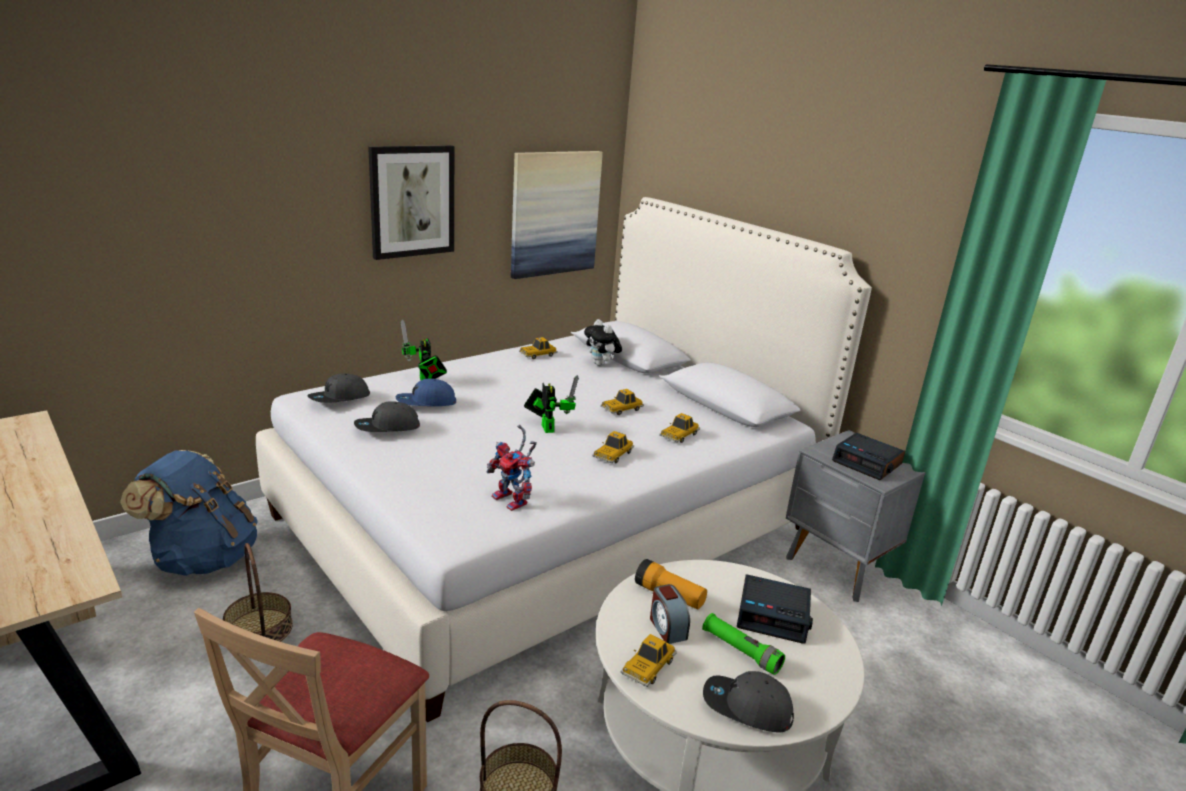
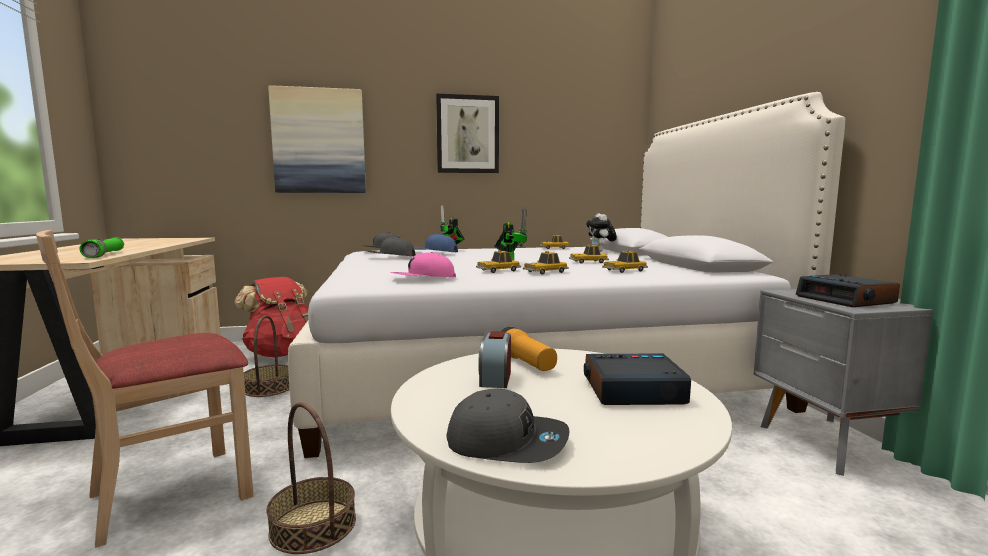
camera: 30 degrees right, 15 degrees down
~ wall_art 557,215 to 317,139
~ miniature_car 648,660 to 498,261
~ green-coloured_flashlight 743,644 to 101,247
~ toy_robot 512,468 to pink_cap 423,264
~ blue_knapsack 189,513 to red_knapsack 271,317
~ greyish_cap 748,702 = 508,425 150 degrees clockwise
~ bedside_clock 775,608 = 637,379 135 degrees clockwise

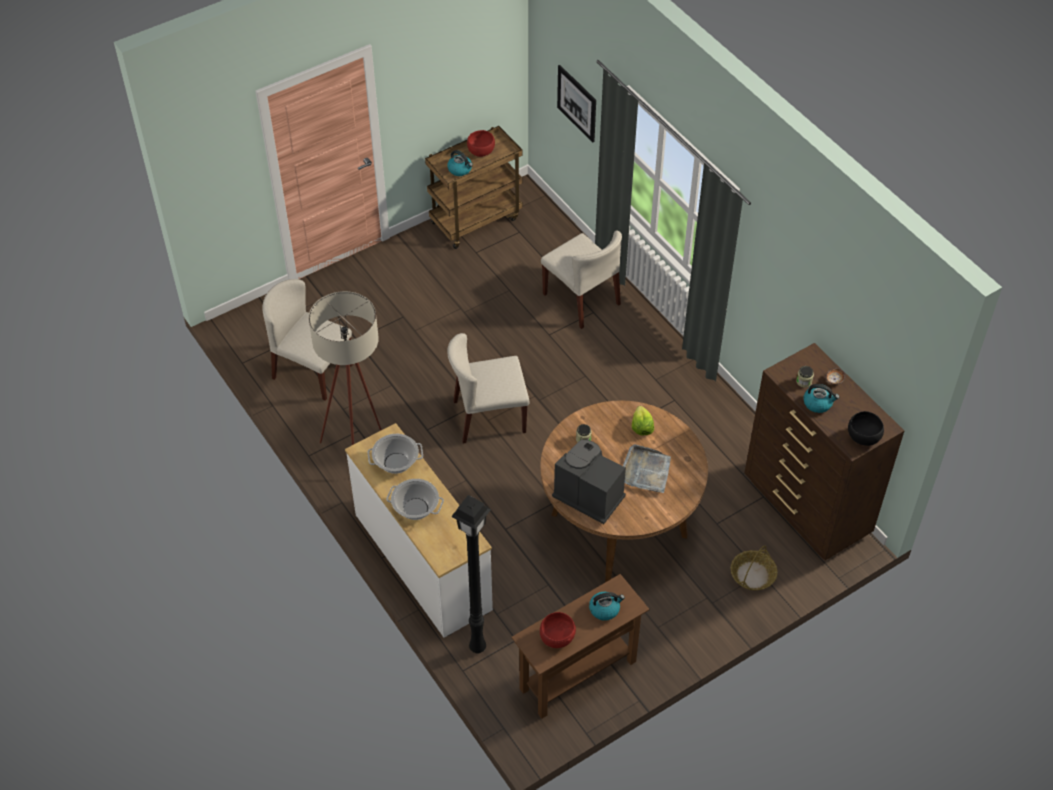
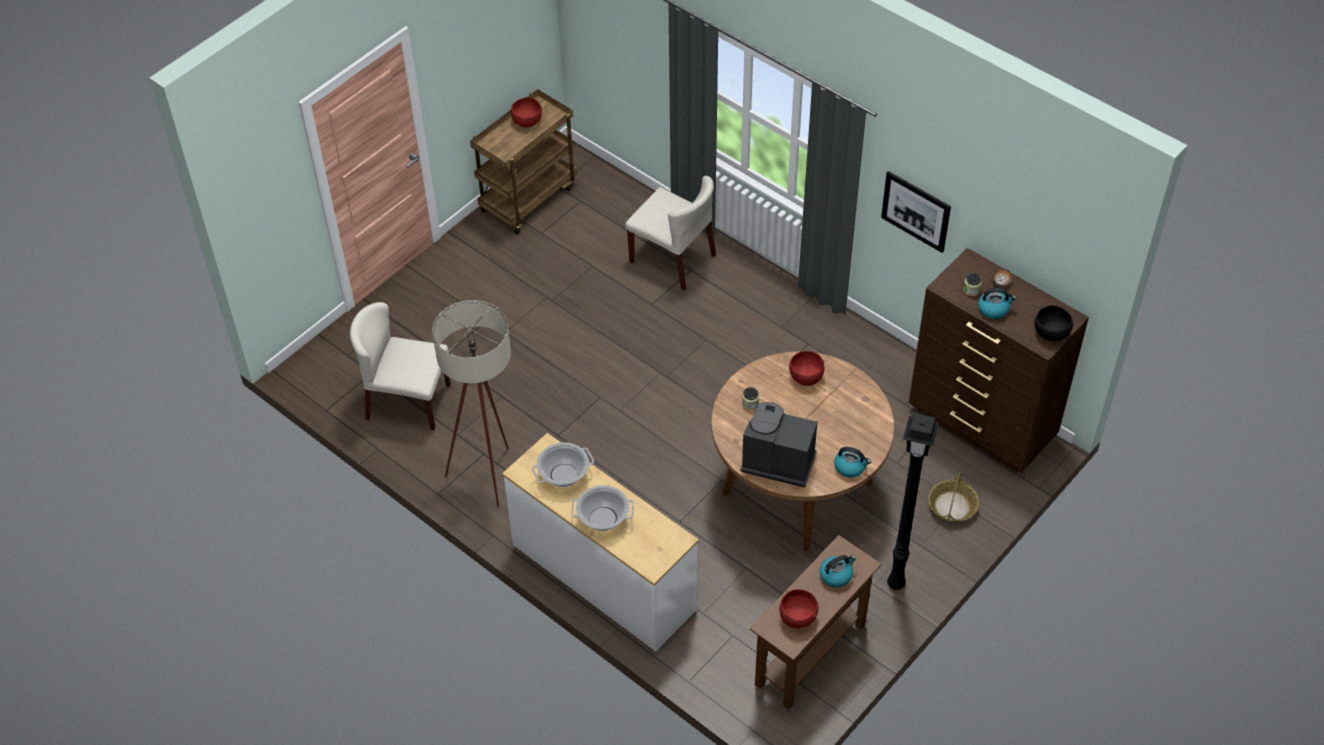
camera: 15 degrees left, 0 degrees up
- beige-coloured_upright_chair 488,388
- greyish_carrying_tray 647,468
~ kettle 460,163 to 853,462
~ blackish_floor_lamp 471,574 to 913,501
~ wall_art 576,103 to 916,212
~ lettuce_head 643,420 to red_deep_dish 807,368

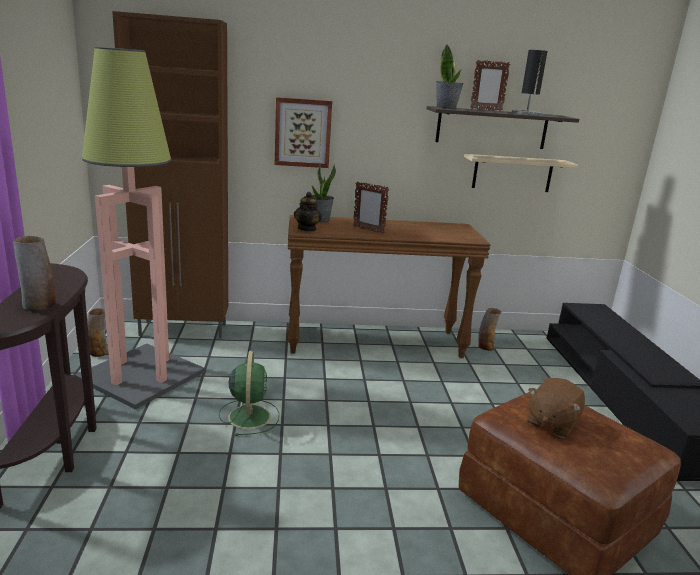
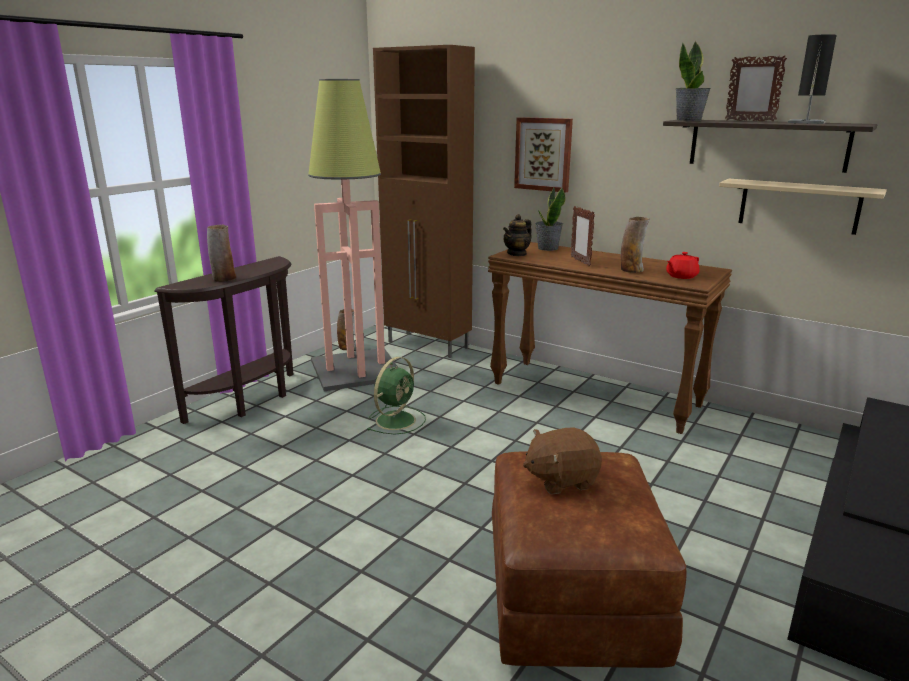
camera: 40 degrees right, 0 degrees up
+ red_pot_for_tea 683,265
~ vase 489,329 to 635,245

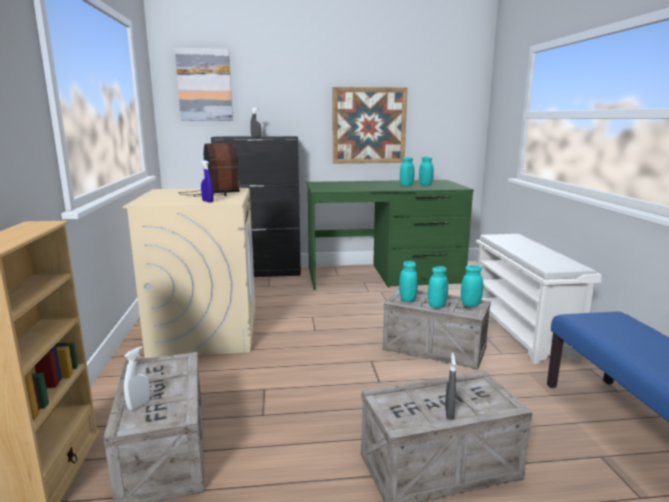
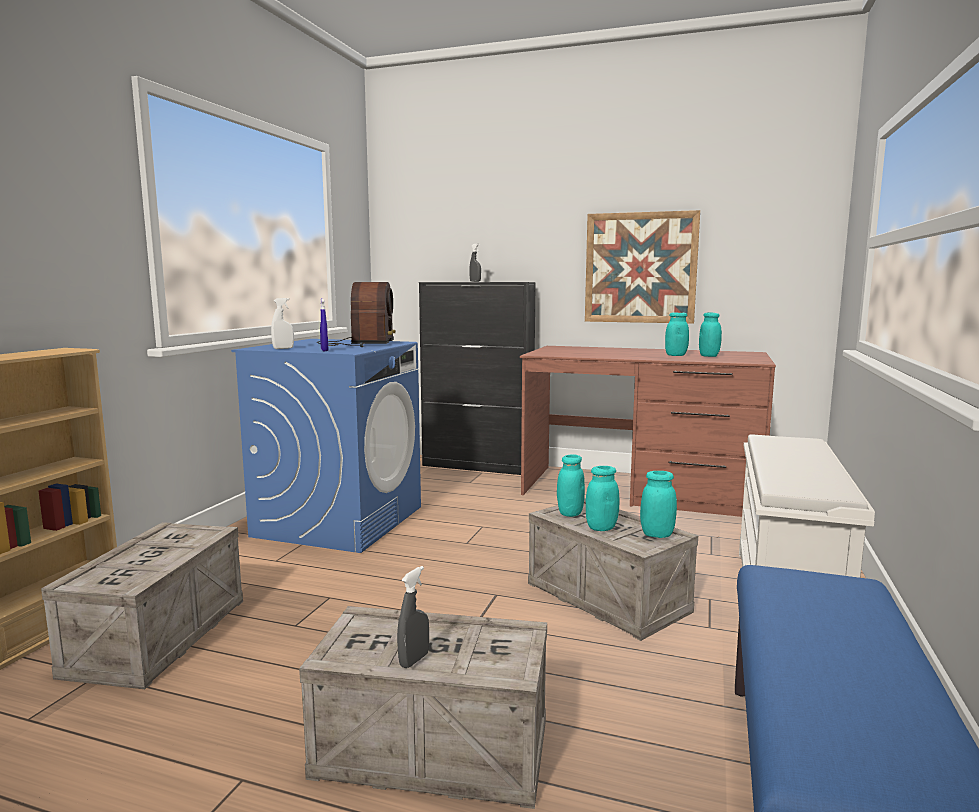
camera: 25 degrees right, 5 degrees down
- wall_art 204,84
~ white_hand_sprayer 137,378 to 282,323
~ beige-coloured_washing_machine 189,273 to blue_washing_machine 326,446
~ green-coloured_desk_unit 390,235 to brown_desk_unit 648,431

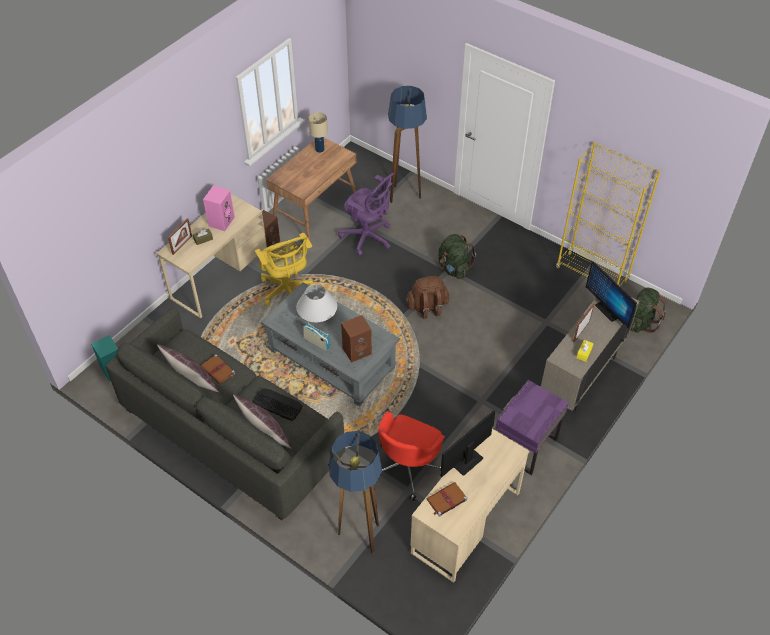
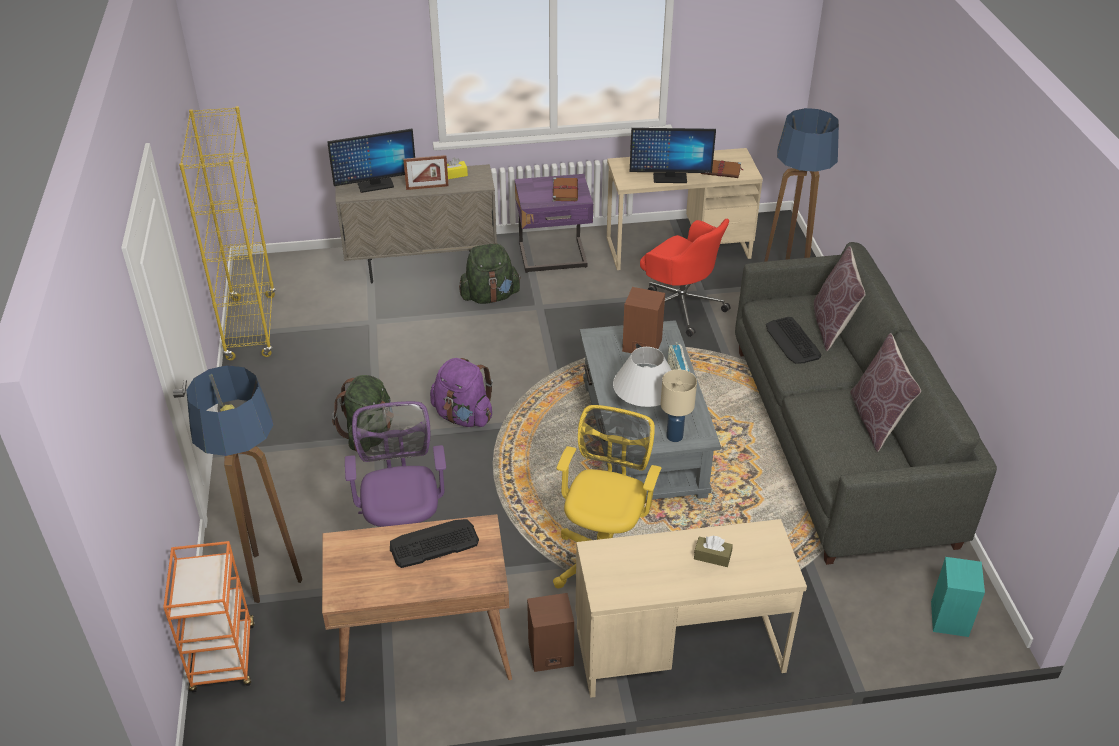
camera: 135 degrees left, 10 degrees down
- standing_frame 180,236
- pink_speaker 219,208
+ orangey_wheeled_cart 209,617
+ computer_keyboard 434,543
~ brown_bound_book 218,369 to 565,189
~ beige-coloured_lamp_for_a_table 318,132 to 679,405
~ green-coloured_knapsack 648,310 to 490,273
~ brown_knapsack 427,297 to purple-coloured_knapsack 461,392
~ red_desk_chair 411,456 = 685,278 60 degrees clockwise
~ computer_screen 611,294 = 371,161 60 degrees clockwise

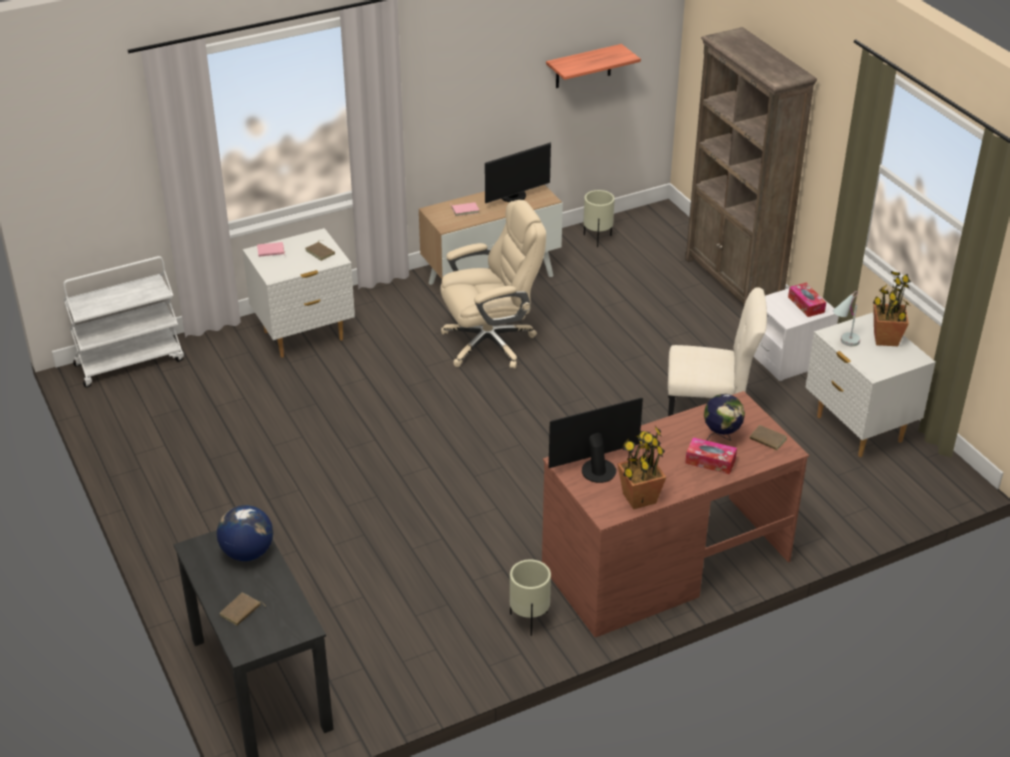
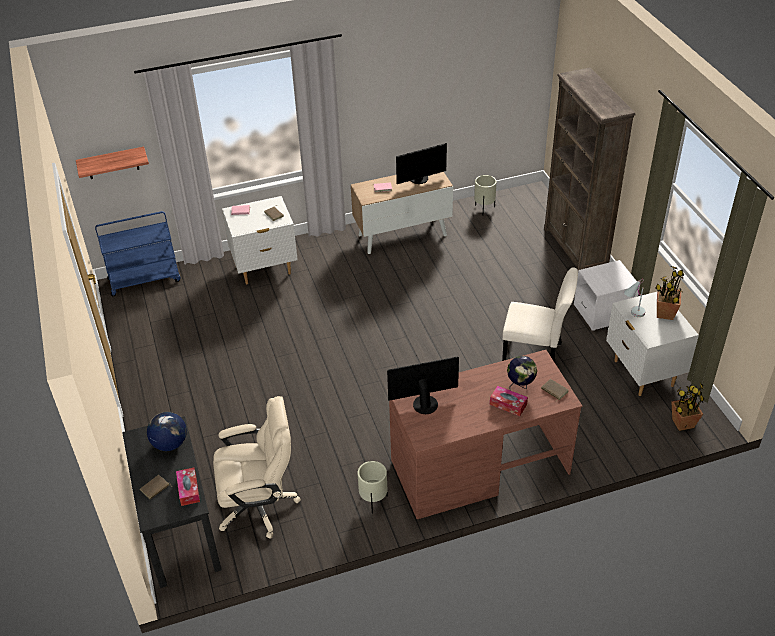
camera: 10 degrees right, 5 degrees up
~ beige-coloured_desk_chair 493,284 to 257,467
~ bracket_shelf 593,66 to 112,163
~ houseplant 641,467 to 688,407
~ tissue_holder 807,300 to 188,487
~ white_wheeled_cart 123,321 to blue_wheeled_cart 138,253

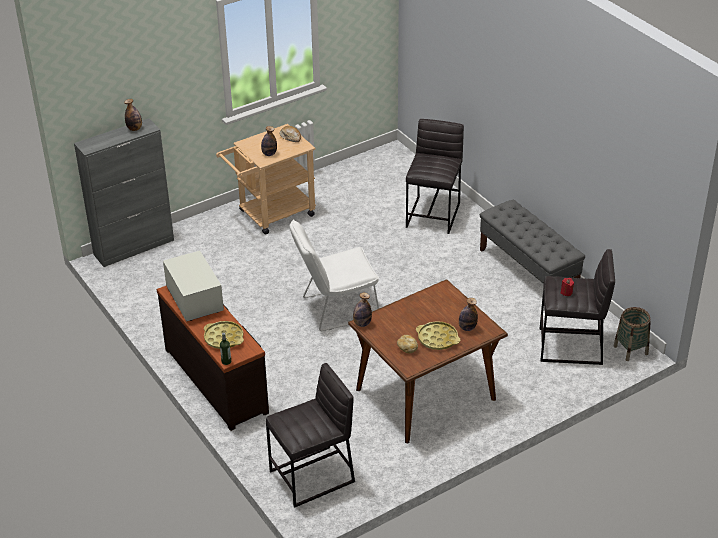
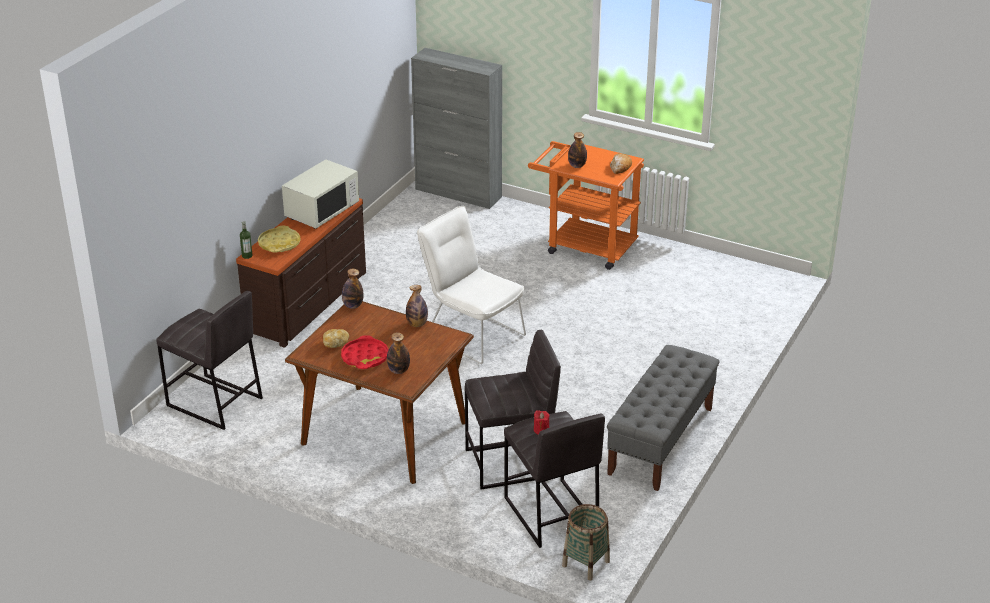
camera: 60 degrees right, 5 degrees down
~ beverage_bottle 133,115 to 417,306
~ greyish_sitting_stool 435,176 to 513,410
~ beige-coloured_wheeled_cart 266,179 to orangey_wheeled_cart 586,205
~ yellow-coloured_carrying_tray 438,335 to red_carrying_tray 365,352

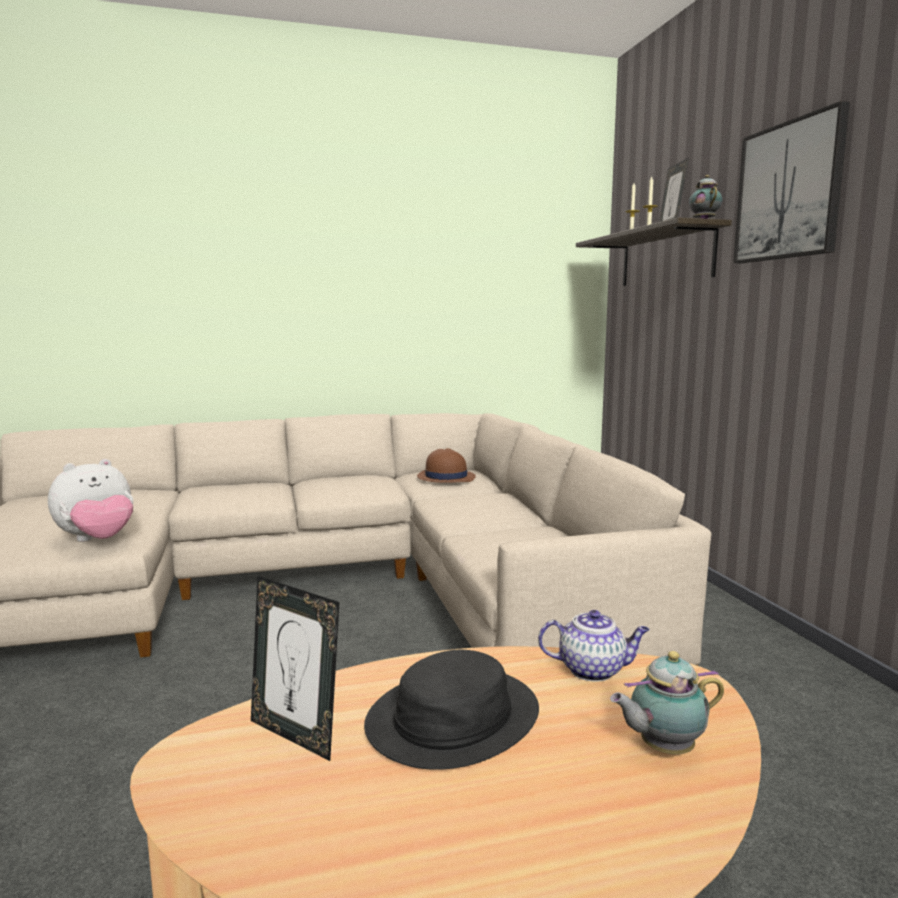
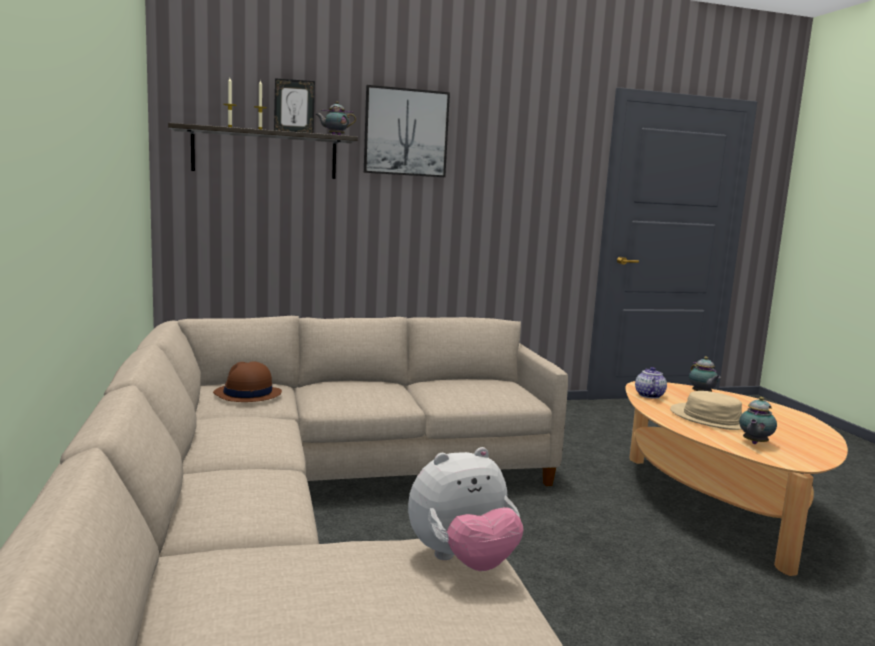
camera: 90 degrees left, 0 degrees up
~ standing_frame 295,668 to pot_for_tea 758,420
~ blackish_clothing_hat 451,710 to beige-coloured_clothing_hat 706,410
~ cuddly_toy 90,500 = 465,509 105 degrees clockwise

